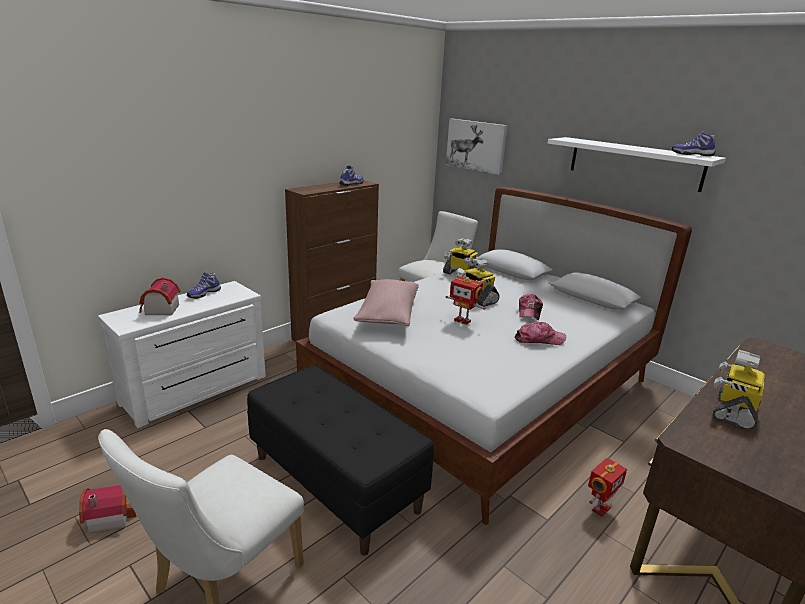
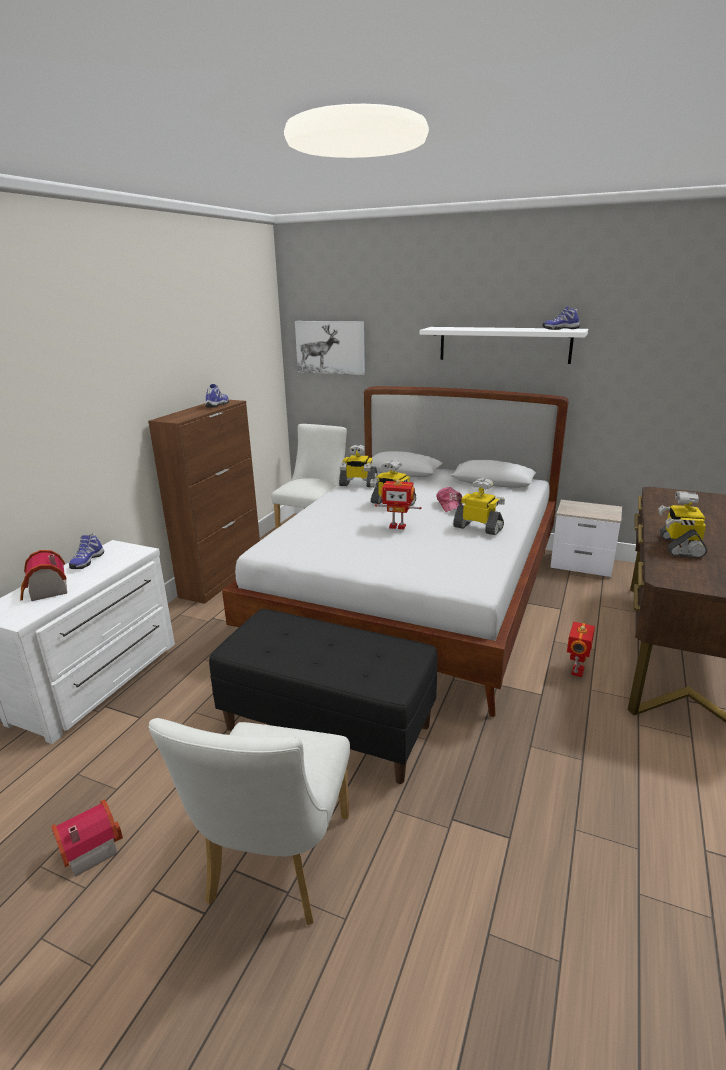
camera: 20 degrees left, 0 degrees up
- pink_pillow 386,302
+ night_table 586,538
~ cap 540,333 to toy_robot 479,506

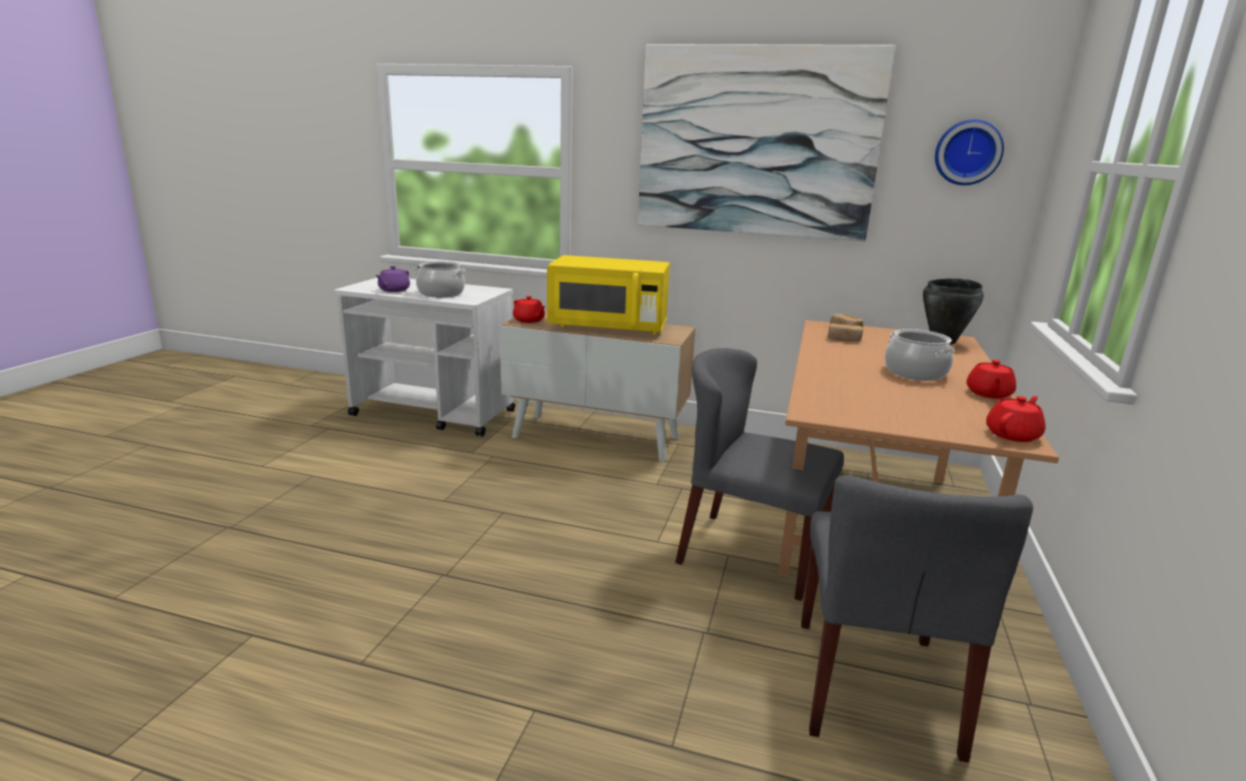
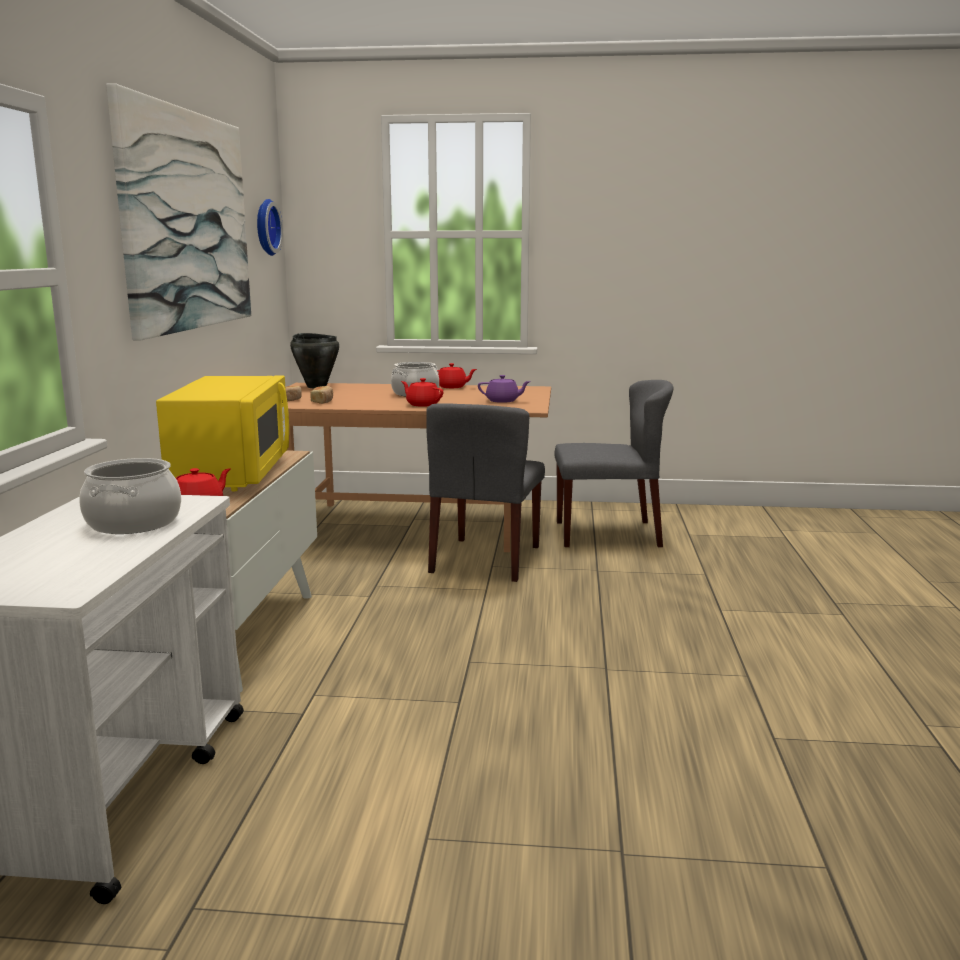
camera: 100 degrees left, 5 degrees down
~ purple-coloured_pot_for_tea 392,279 to 504,389
~ red_pot_for_tea 1016,419 to 422,392

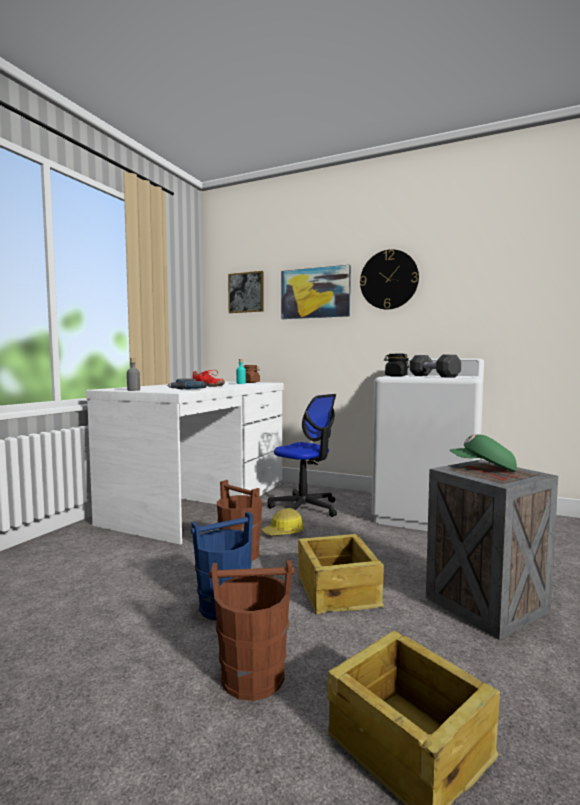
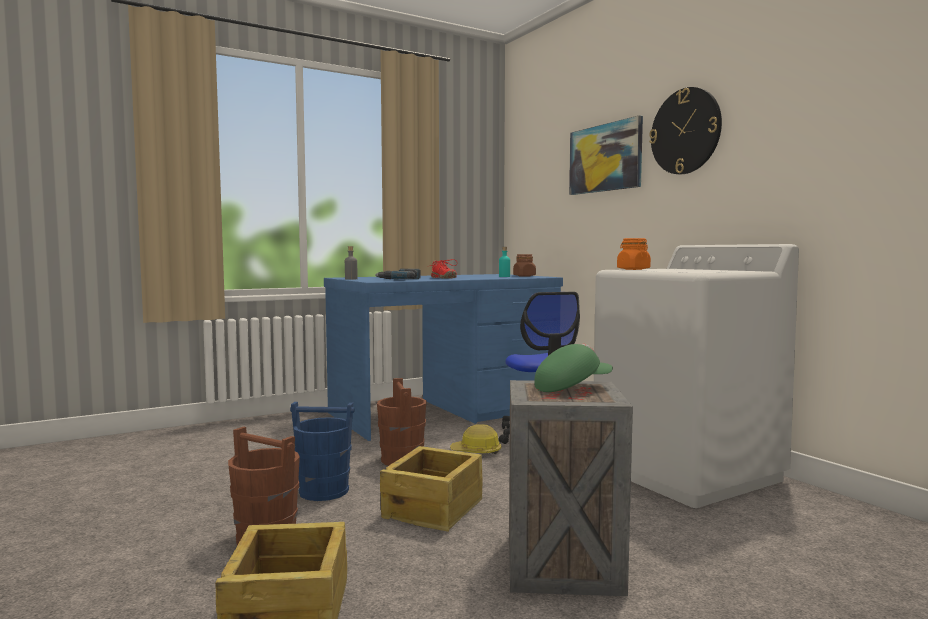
camera: 35 degrees right, 0 degrees up
- wall_art 246,292
- blackish_free_weight 435,365
~ white_desk_unit 185,463 to blue_desk_unit 443,357
~ blackish_storage_jar 396,365 to orangey_storage_jar 634,254
~ green-coloured_cap 483,452 = 573,368 105 degrees clockwise

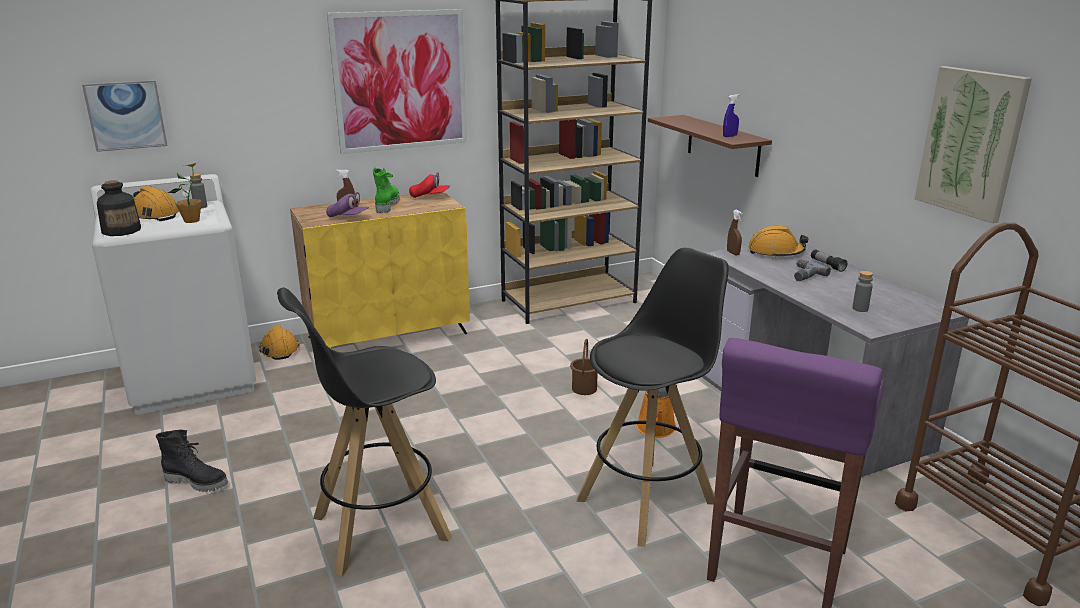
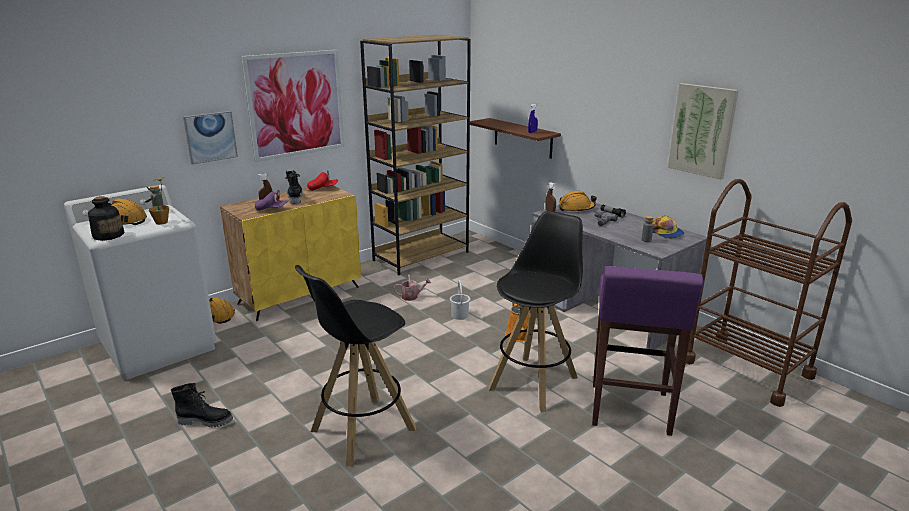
camera: 15 degrees left, 0 degrees up
+ watering_pot 412,288
+ cap 668,227
~ wall_art 125,116 to 210,137
~ green-coloured_boot 386,190 to blackish_boot 294,187
~ brown_pail 584,367 to white_pail 460,300

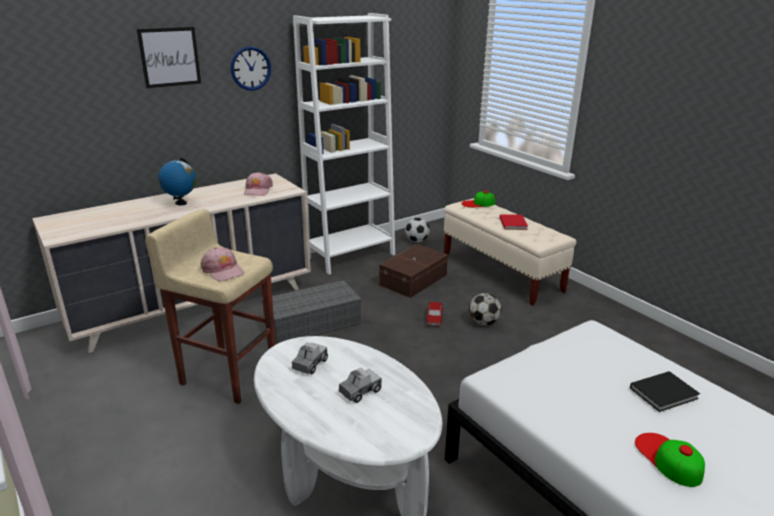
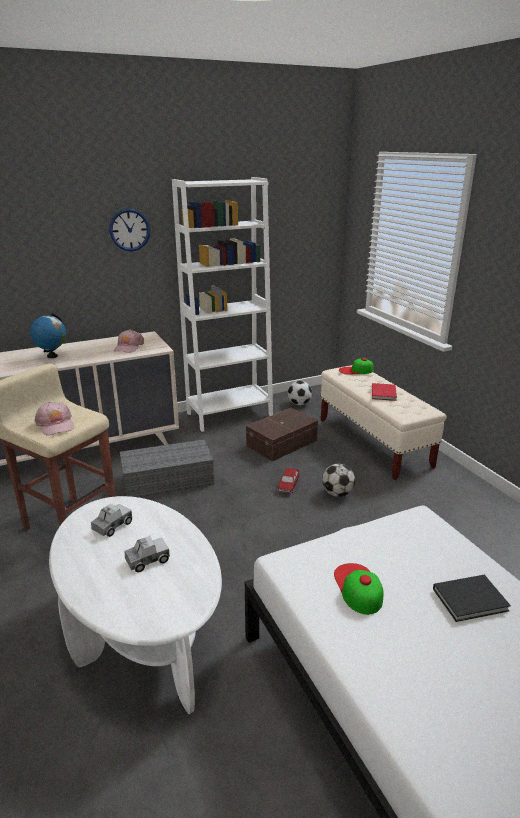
camera: 10 degrees right, 0 degrees up
- wall_art 169,57
~ cap 670,460 to 359,589

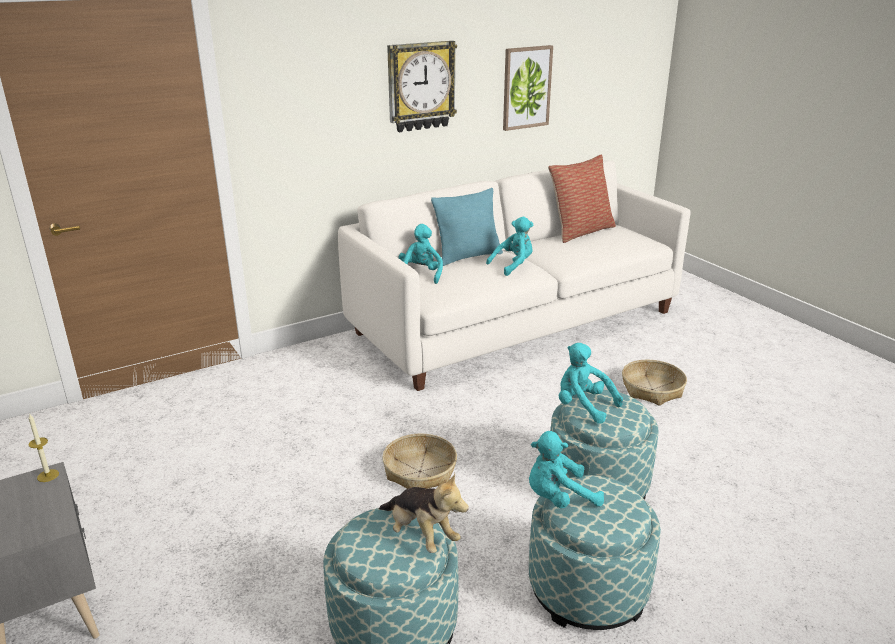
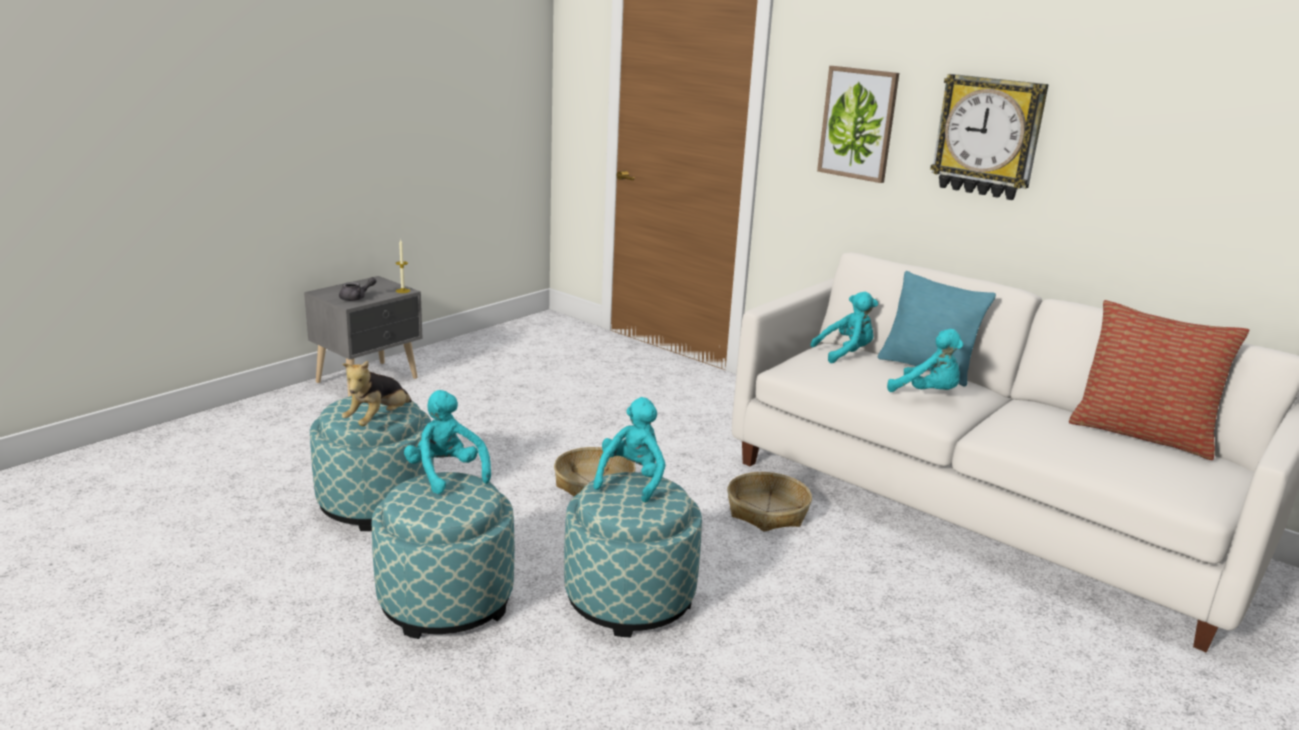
camera: 70 degrees right, 5 degrees down
+ greyish_pot_for_tea 358,289
~ wall_art 528,88 to 858,124
~ household_basket 654,383 to 769,502

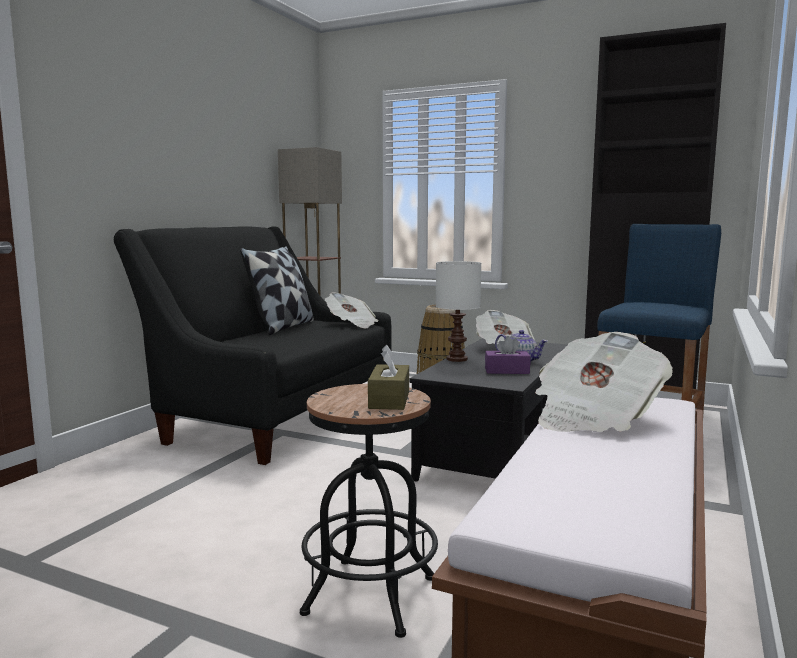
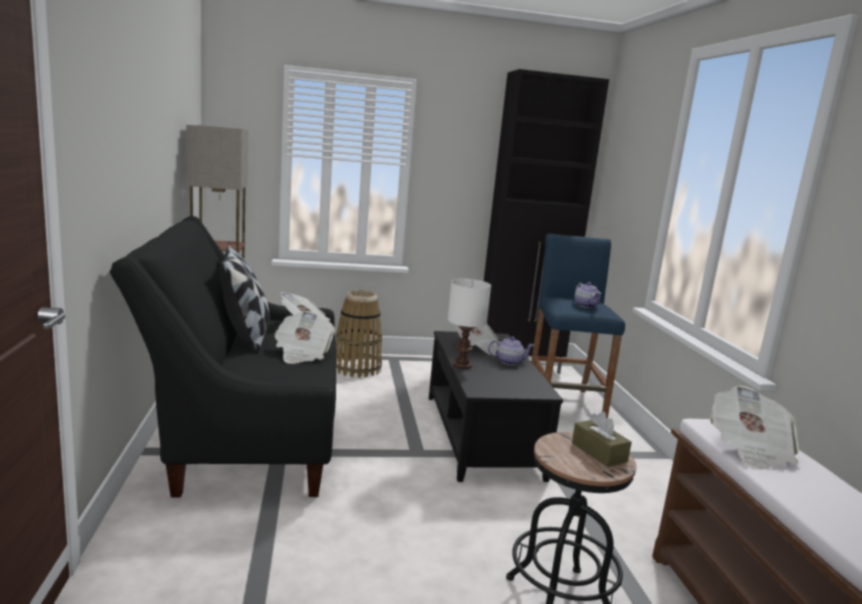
camera: 35 degrees left, 5 degrees up
- purple-coloured_tissue_holder 507,355
+ newspaper 304,337
+ pot_for_tea 587,295

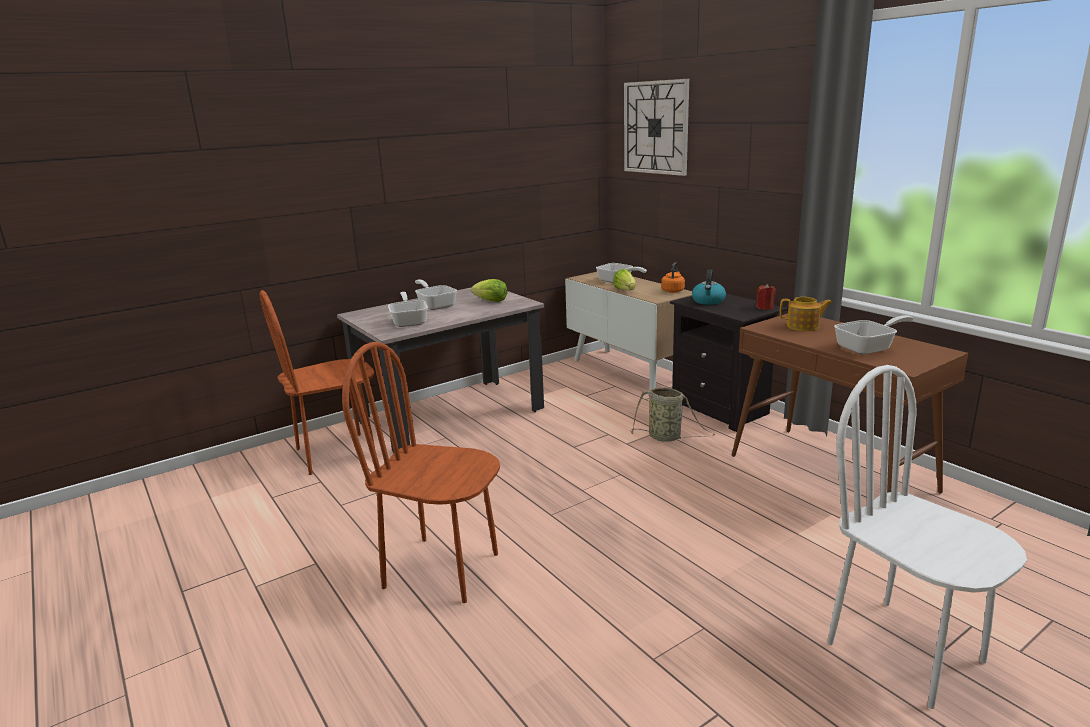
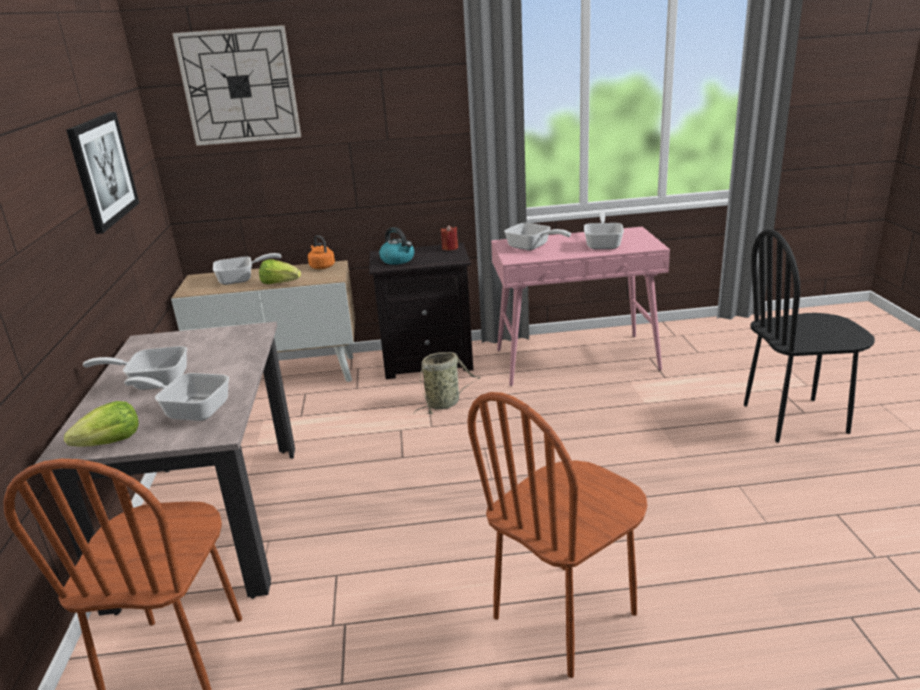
camera: 60 degrees left, 5 degrees up
+ wall_art 102,173
~ lettuce_head 489,290 to 101,423
~ pot_for_tea 806,314 to frying_pan 537,236
~ brown_narrow_table 850,403 to pink_narrow_table 580,306
~ white_upright_chair 927,537 to blackish_upright_chair 809,336

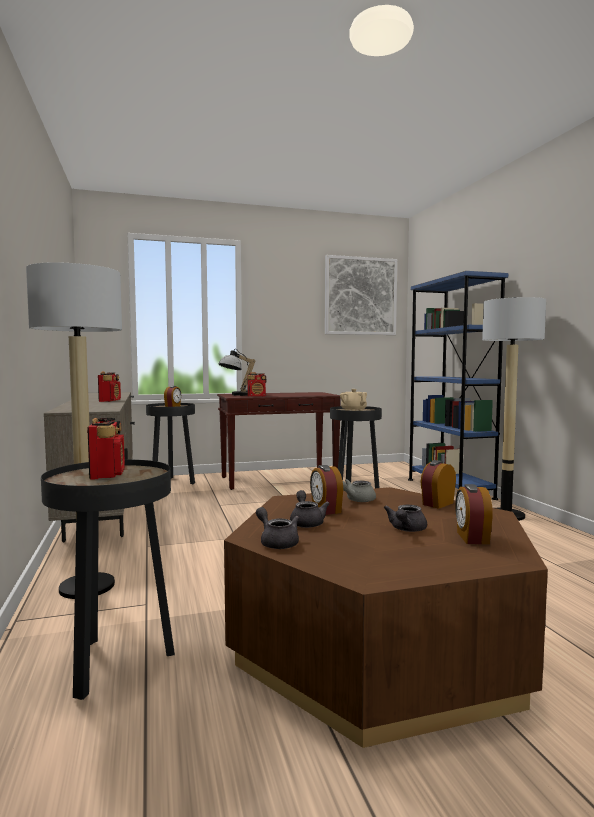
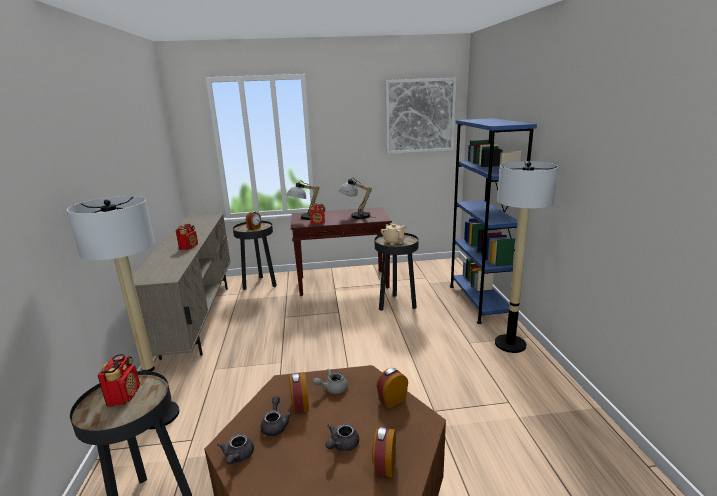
camera: 10 degrees right, 15 degrees up
+ lamp_for_a_table 357,198
~ greyish_pot_for_tea 277,528 = 235,449 150 degrees counterclockwise

